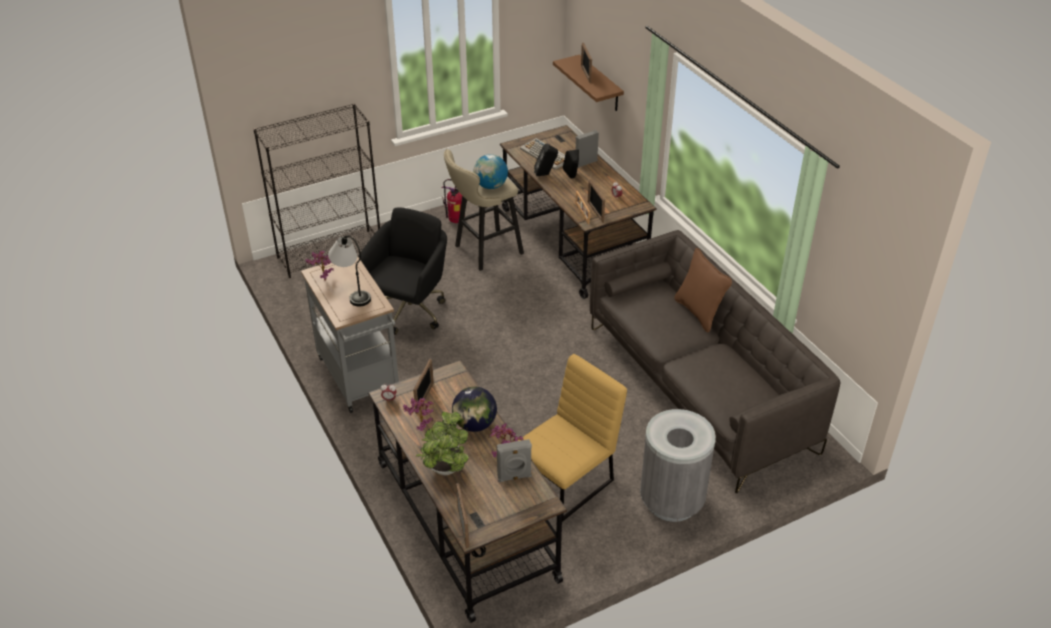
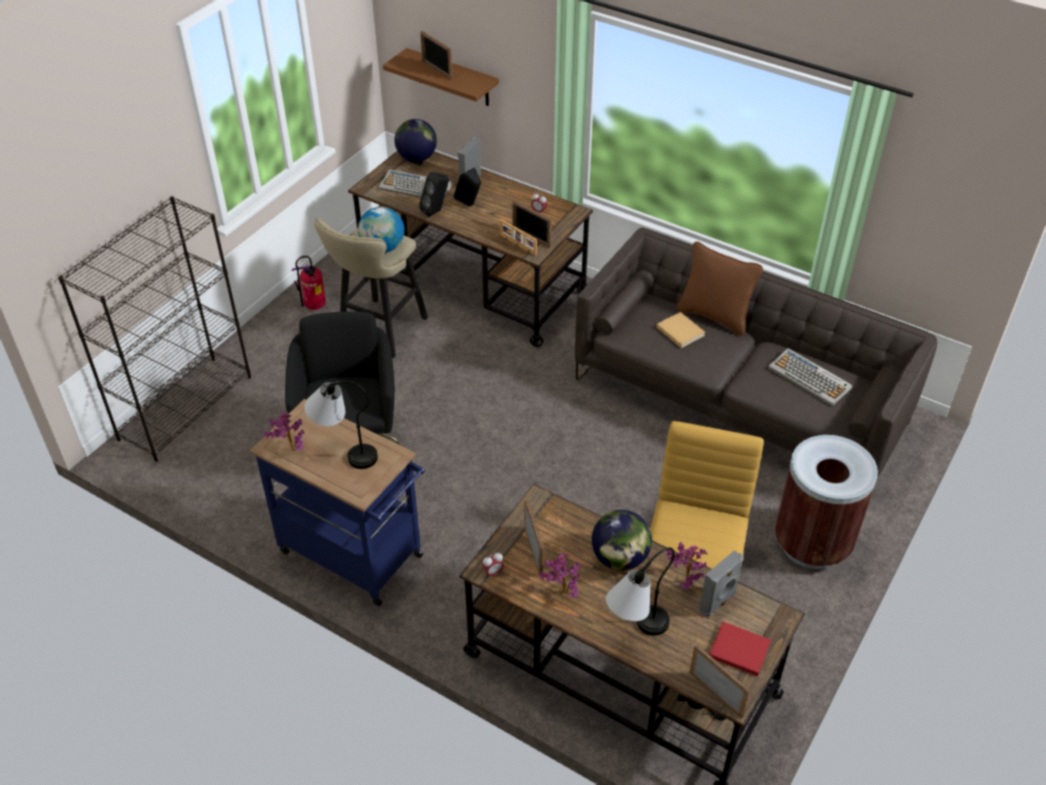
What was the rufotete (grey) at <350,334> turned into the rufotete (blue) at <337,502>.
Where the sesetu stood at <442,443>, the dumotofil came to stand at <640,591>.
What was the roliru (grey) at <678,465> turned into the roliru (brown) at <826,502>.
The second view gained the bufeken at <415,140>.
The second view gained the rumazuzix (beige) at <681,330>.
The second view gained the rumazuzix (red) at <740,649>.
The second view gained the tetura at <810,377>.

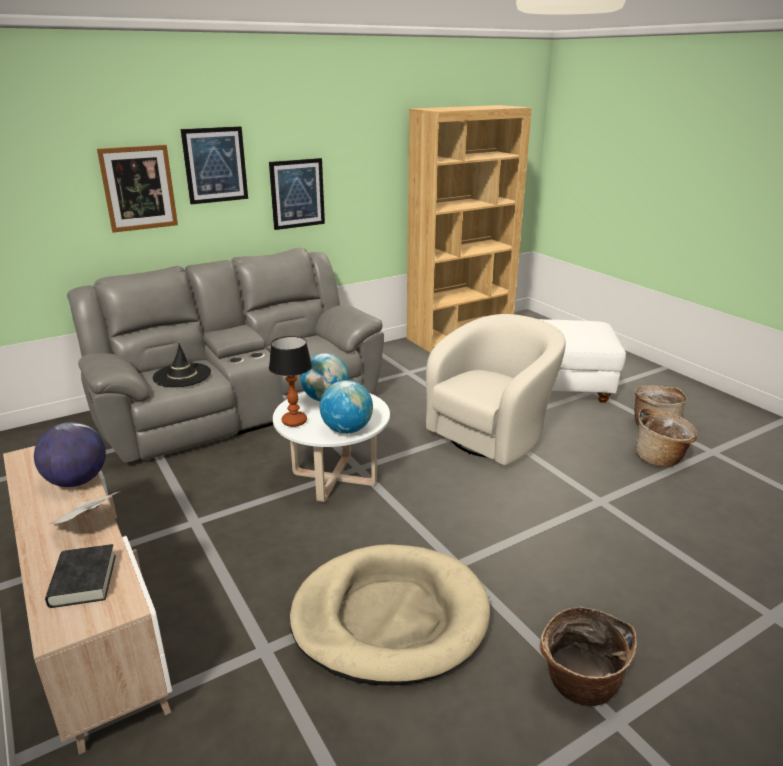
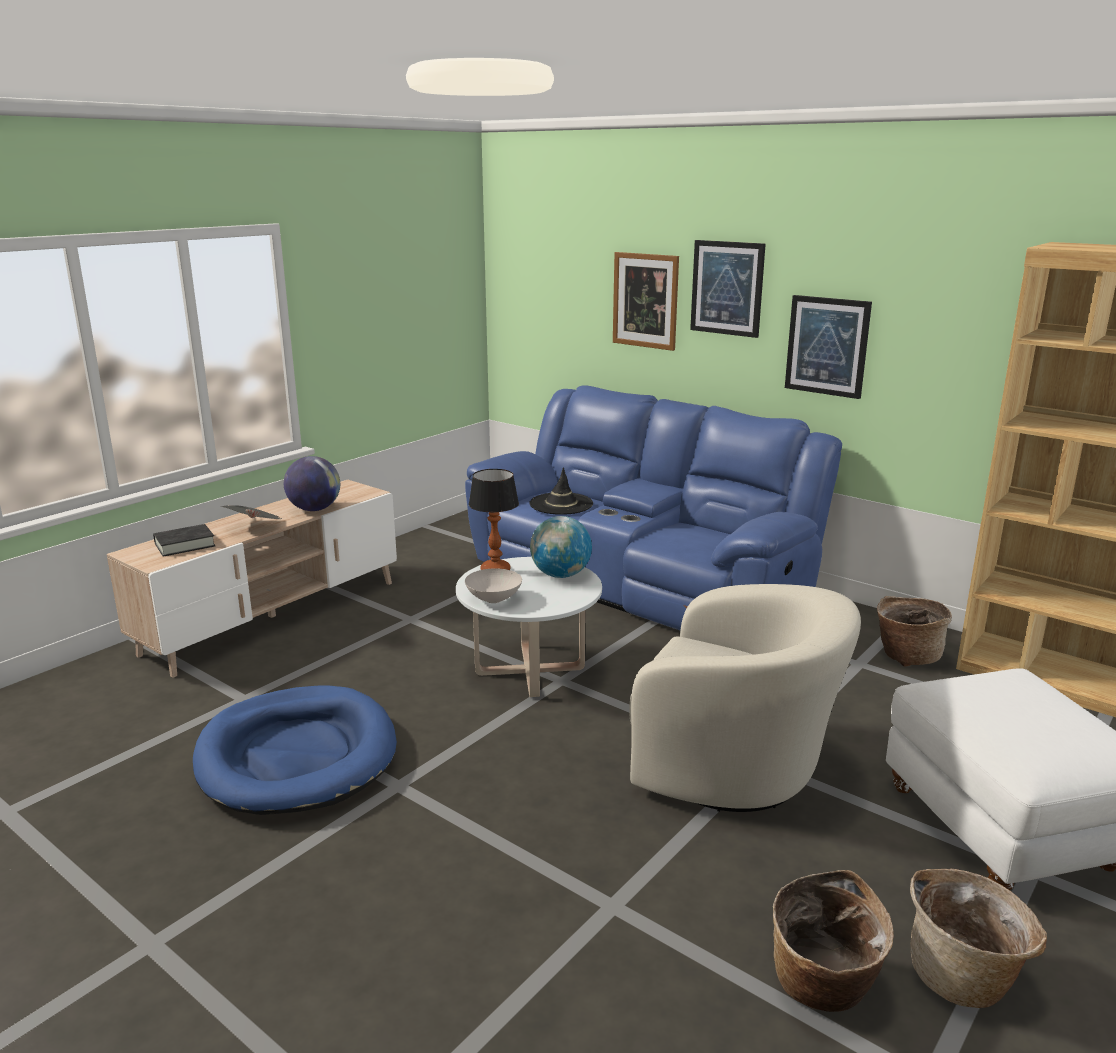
What was the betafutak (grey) at <225,355> turned into the betafutak (blue) at <653,507>.
What was the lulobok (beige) at <390,615> turned into the lulobok (blue) at <295,750>.
Where the bufeken stood at <346,407>, the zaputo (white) came to stand at <493,585>.
The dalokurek ended up elsewhere, having gone from <588,656> to <914,631>.

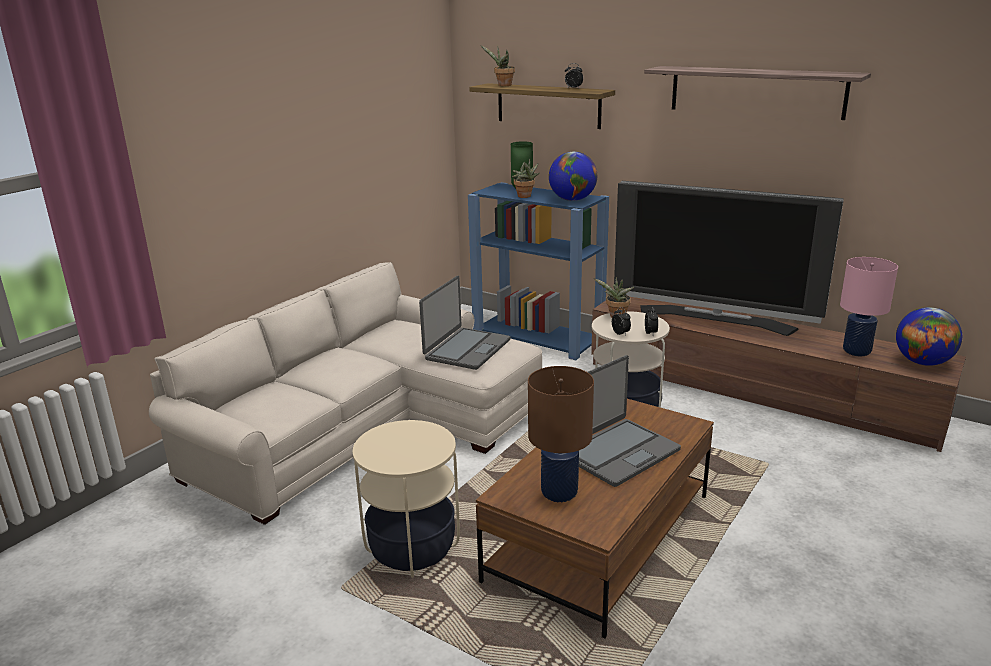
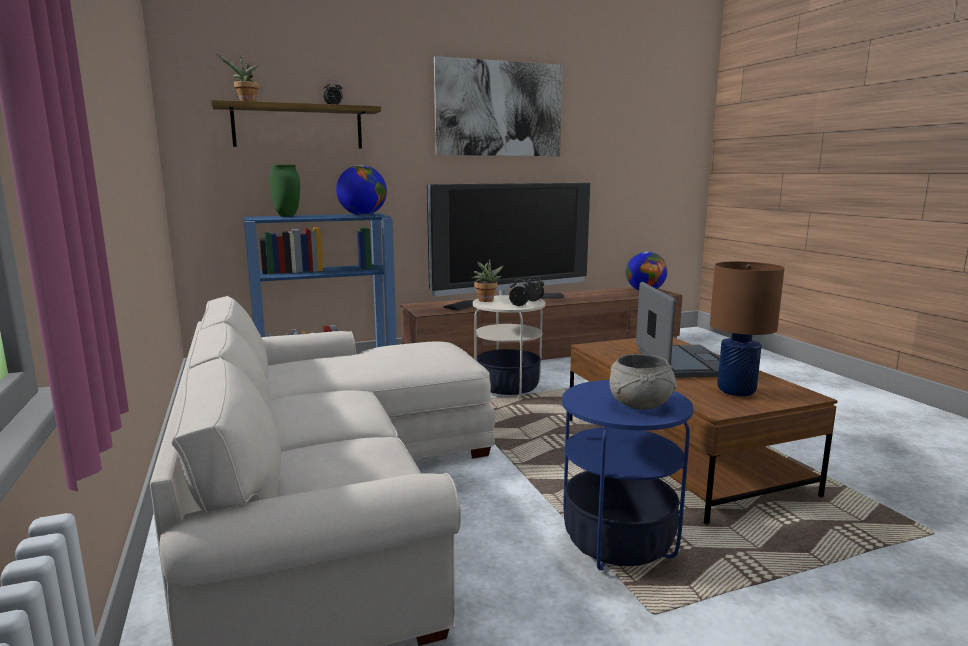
What was the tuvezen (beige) at <406,499> turned into the tuvezen (blue) at <627,475>.
The second view lost the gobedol at <464,323>.
The second view lost the sesetu at <525,178>.
Where the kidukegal hung at <757,93>, the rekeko came to hang at <498,106>.
The second view lost the dumotofil (pink) at <869,306>.
The second view gained the zaputo (grey) at <643,382>.

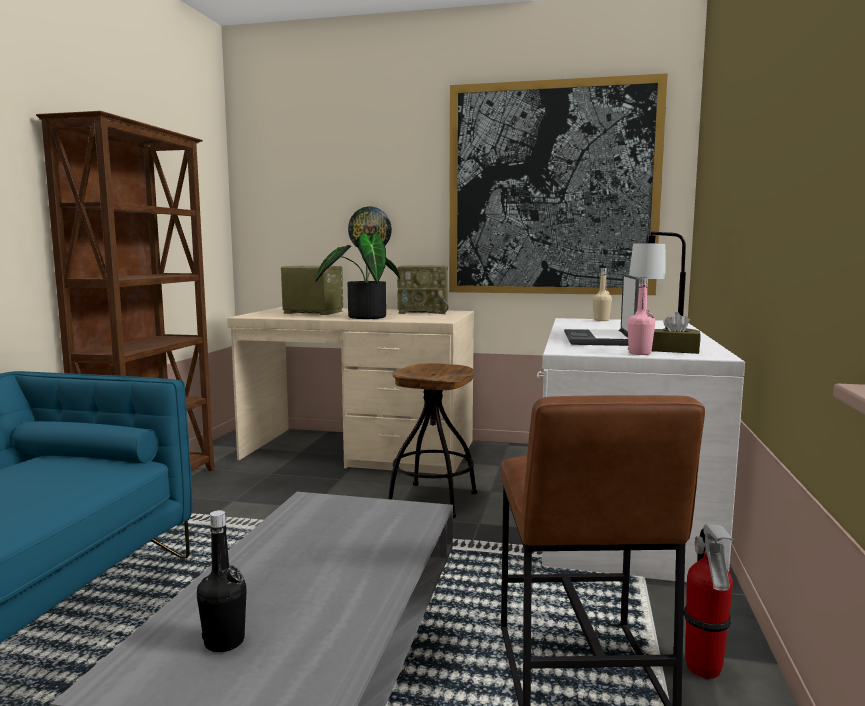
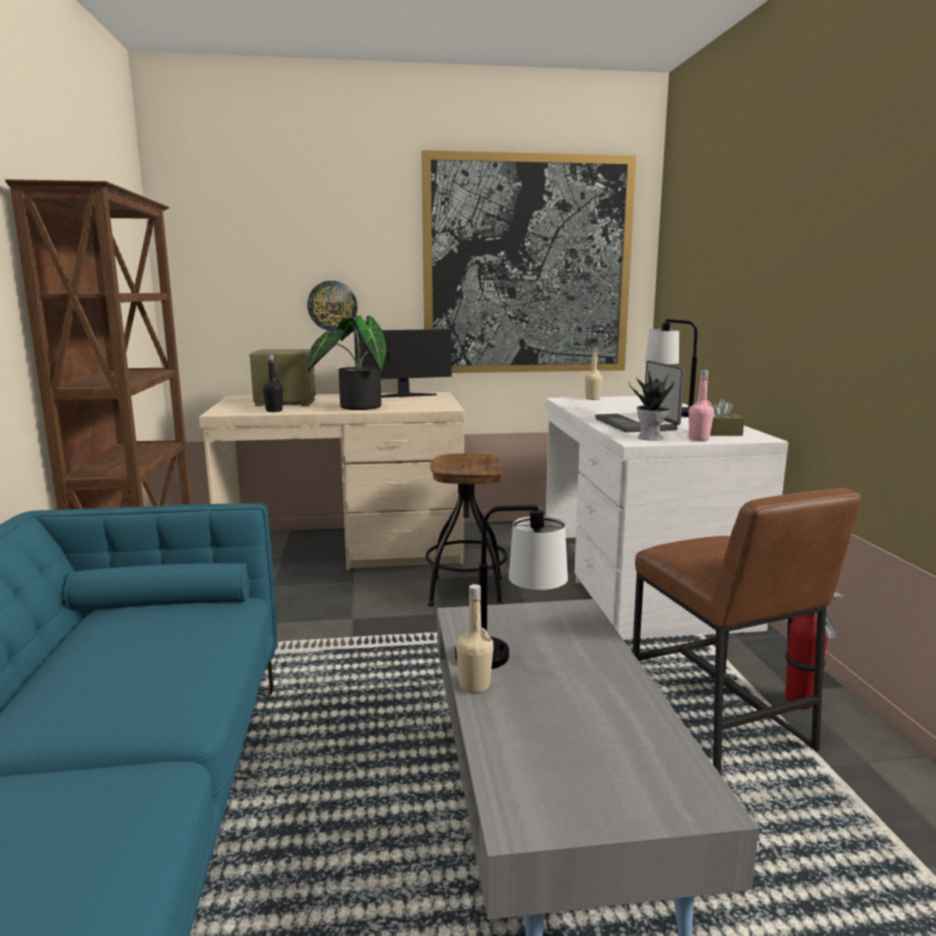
The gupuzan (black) ended up elsewhere, having gone from <222,581> to <273,383>.
Where the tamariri stood at <423,289>, the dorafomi came to stand at <403,363>.
The second view gained the dumotofil at <511,587>.
The second view gained the gupuzan (beige) at <475,638>.
The second view gained the sesetu at <652,405>.

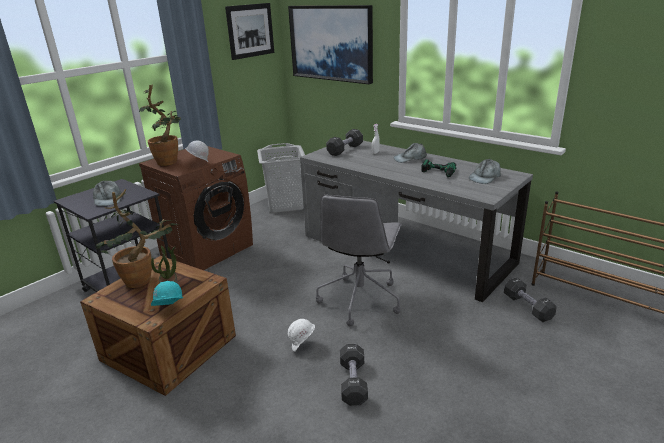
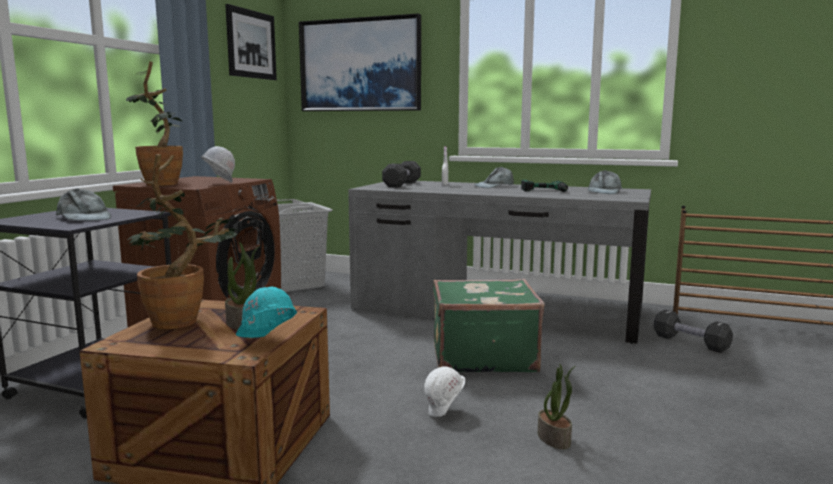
Where the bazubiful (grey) stood at <358,260>, the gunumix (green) came to stand at <489,325>.
Where the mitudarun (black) stood at <354,375>, the sesetu came to stand at <556,406>.

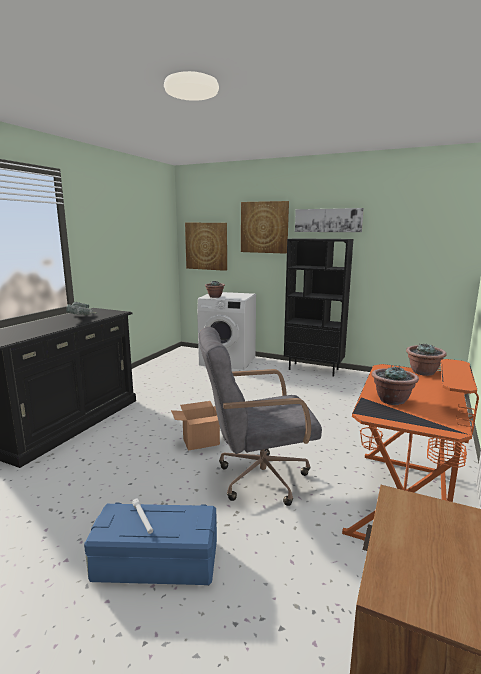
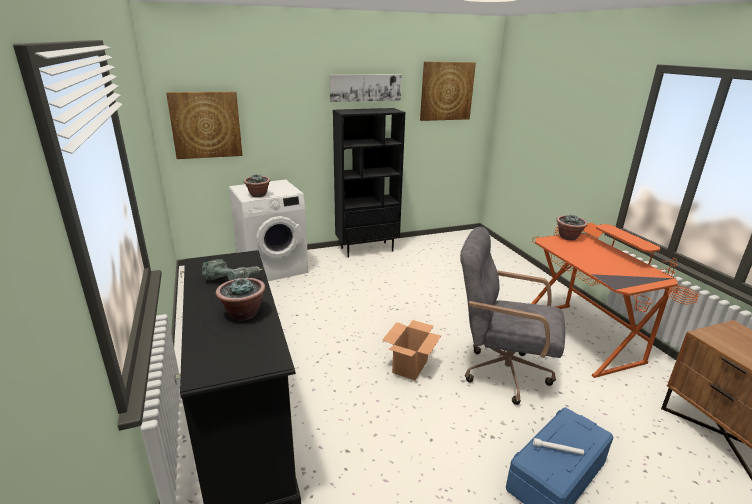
The bazubiful (grey) at <260,416> ended up facing another way, 75 degrees clockwise from before.
The rekeko ended up elsewhere, having gone from <265,227> to <448,91>.
The sesetu ended up elsewhere, having gone from <395,385> to <240,299>.

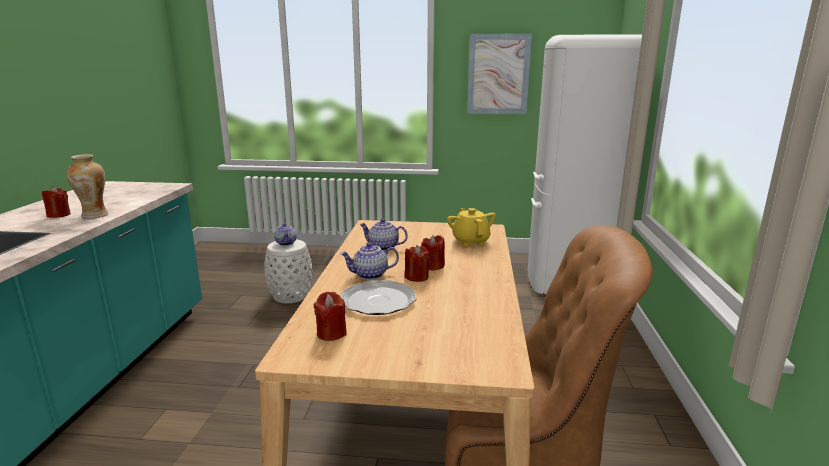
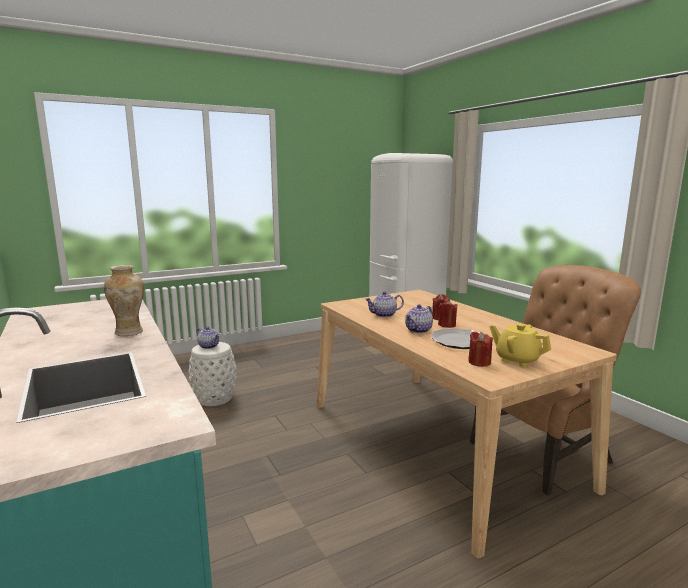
The second view lost the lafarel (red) at <56,202>.
The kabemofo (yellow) ended up elsewhere, having gone from <471,227> to <520,345>.
The second view lost the rekeko at <499,74>.

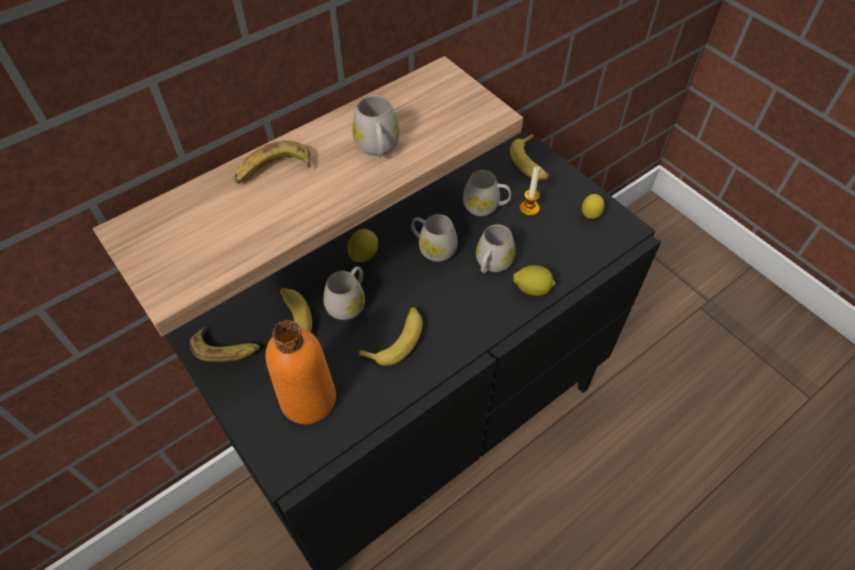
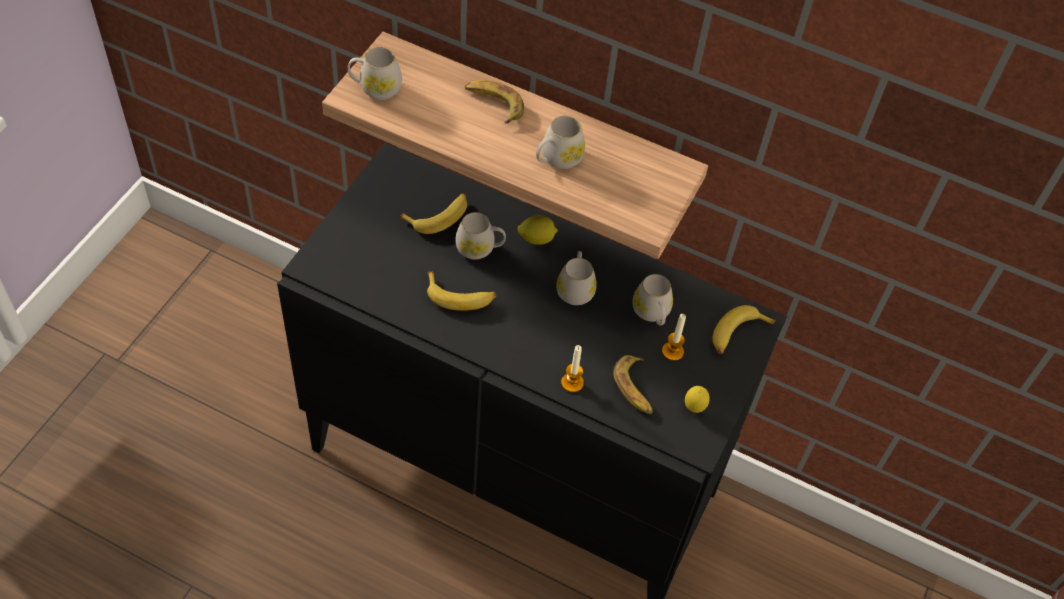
The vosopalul ended up elsewhere, having gone from <225,344> to <633,384>.
The second view lost the gupuzan (orange) at <301,372>.
The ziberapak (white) ended up elsewhere, having gone from <495,248> to <375,73>.
Where the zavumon stood at <534,280>, the lafarel came to stand at <572,368>.

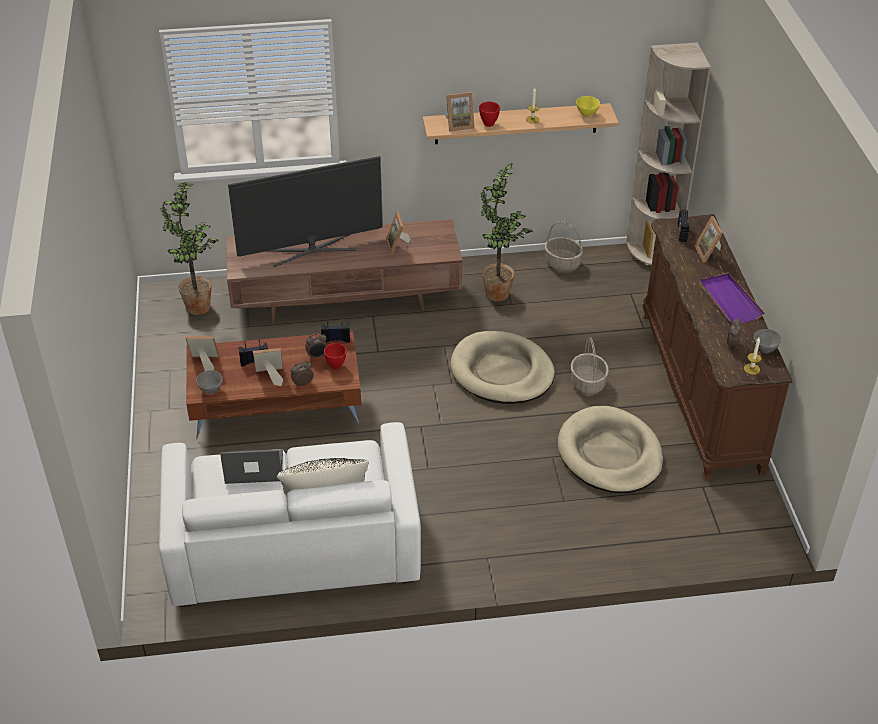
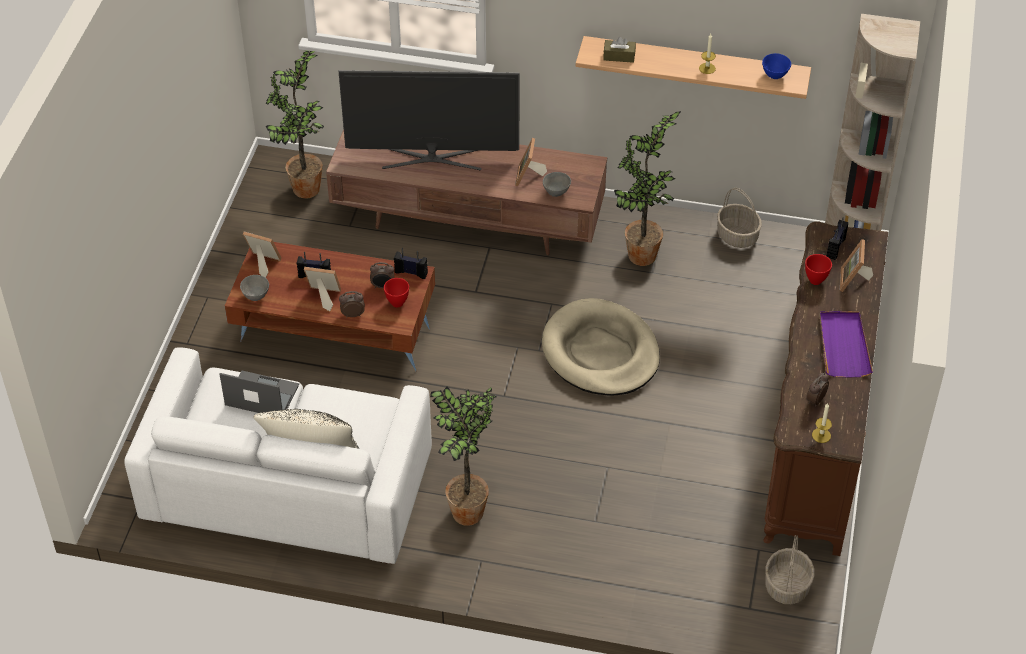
Where the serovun stood at <460,112>, the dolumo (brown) came to stand at <619,50>.
The zaputo (red) ended up elsewhere, having gone from <489,114> to <818,269>.
The second view lost the lulobok (beige) at <610,449>.
The dalokurek ended up elsewhere, having gone from <590,365> to <790,569>.
What was the zaputo (yellow) at <588,106> turned into the zaputo (blue) at <776,66>.
The zaputo (grey) ended up elsewhere, having gone from <768,341> to <557,184>.
The second view gained the sesetu at <463,456>.

